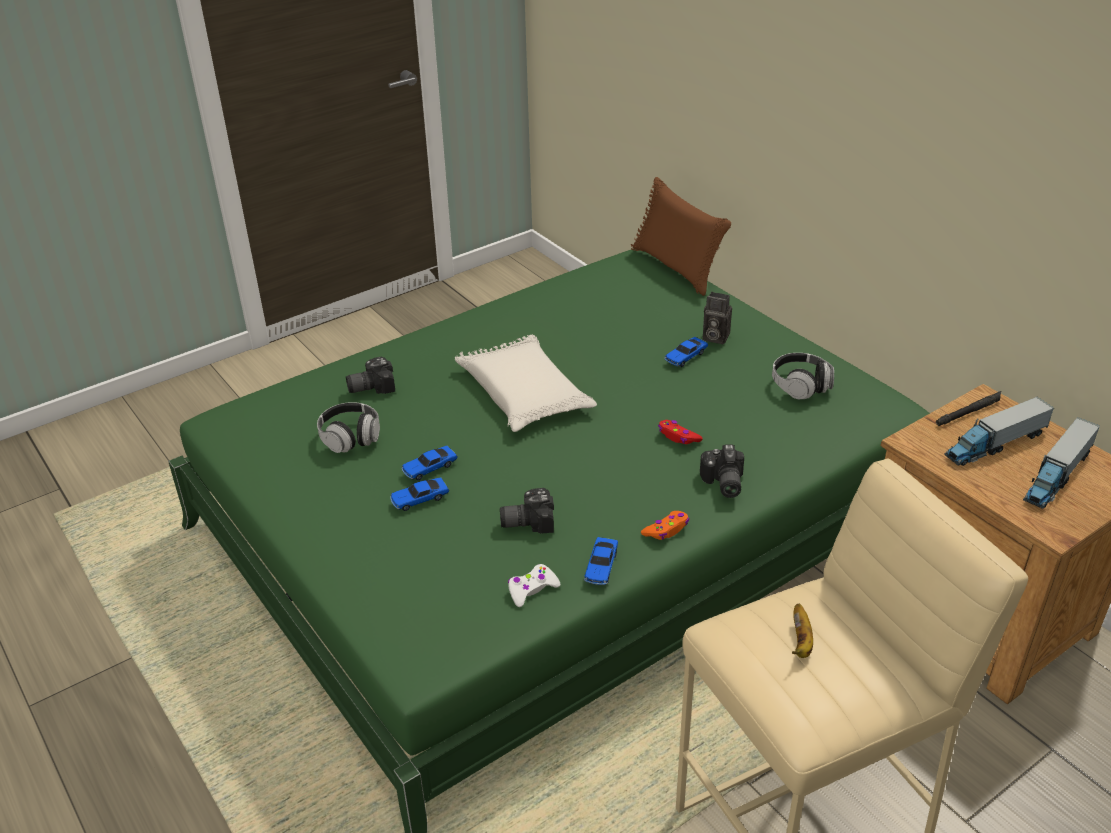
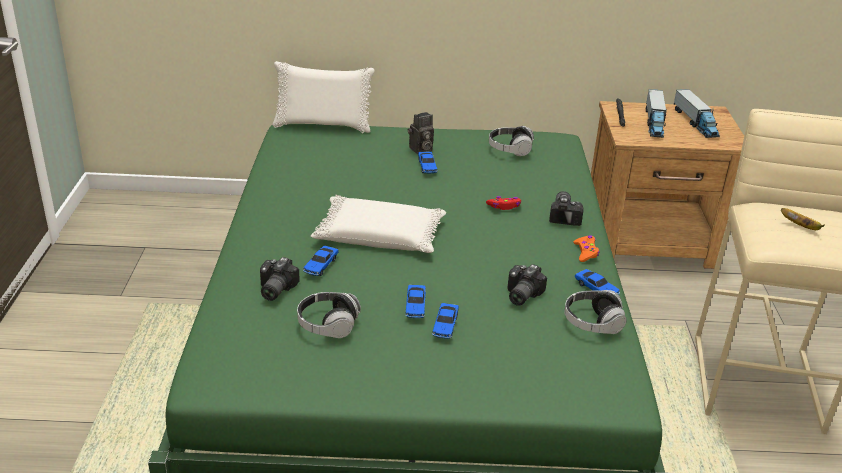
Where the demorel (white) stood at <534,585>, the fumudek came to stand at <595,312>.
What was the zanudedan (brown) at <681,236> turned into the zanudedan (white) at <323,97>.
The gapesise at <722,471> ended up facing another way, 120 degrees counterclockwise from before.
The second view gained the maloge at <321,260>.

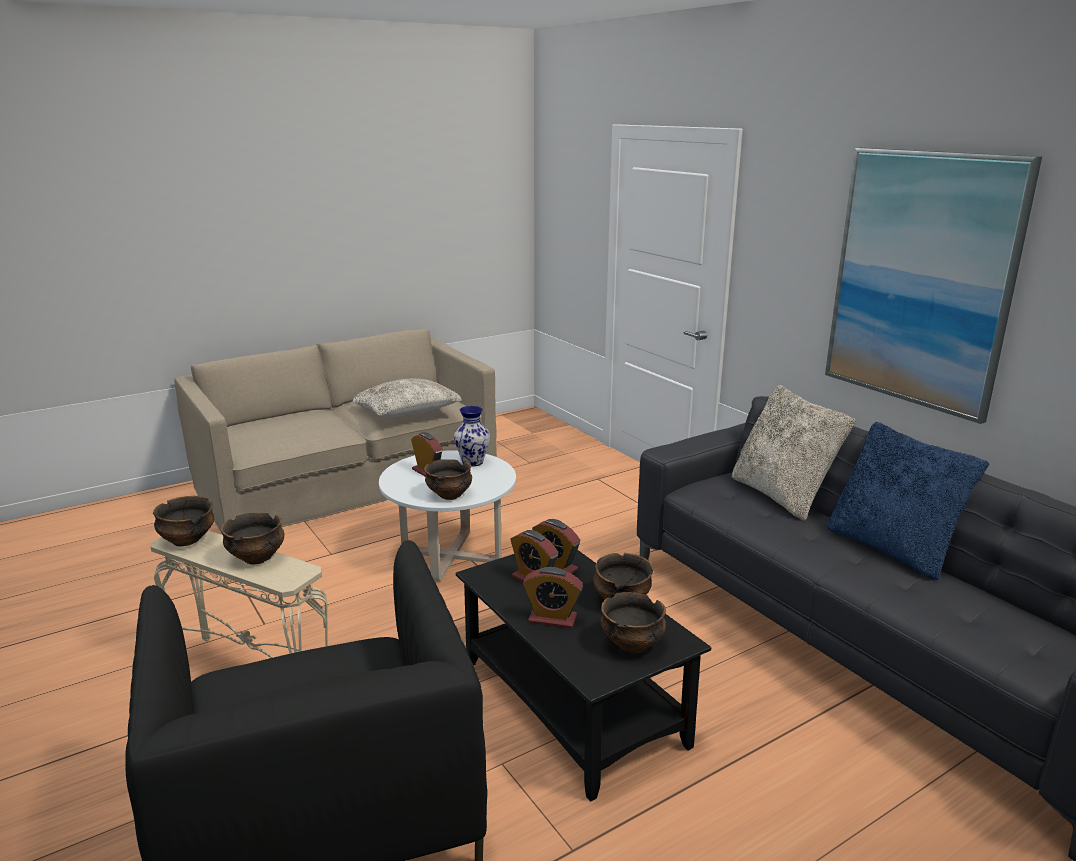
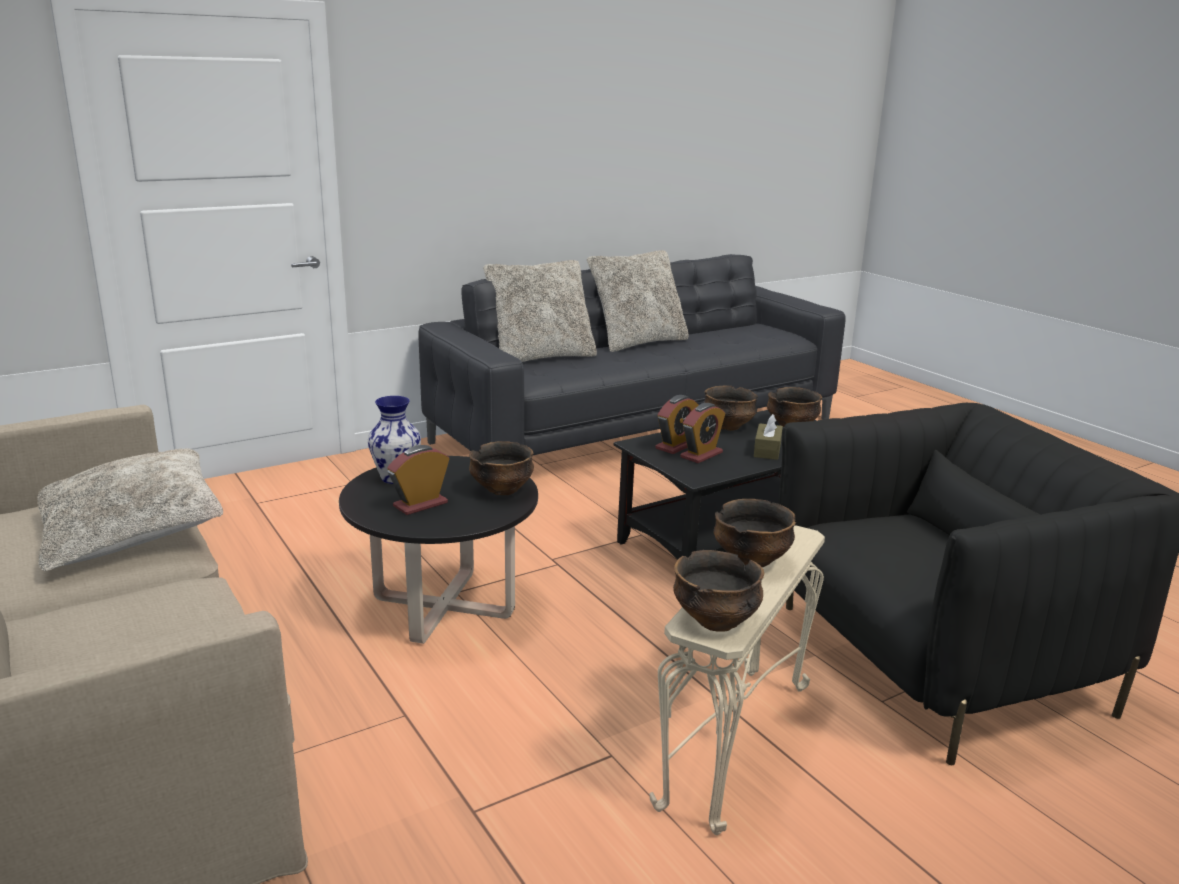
What was the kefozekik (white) at <447,515> turned into the kefozekik (black) at <438,550>.
Where the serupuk stood at <553,598>, the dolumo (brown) came to stand at <768,437>.
The second view lost the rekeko at <933,286>.
What was the zanudedan (blue) at <908,501> turned into the zanudedan (beige) at <637,301>.

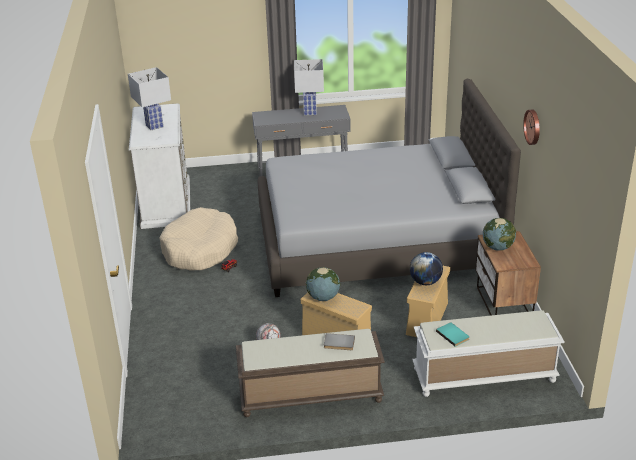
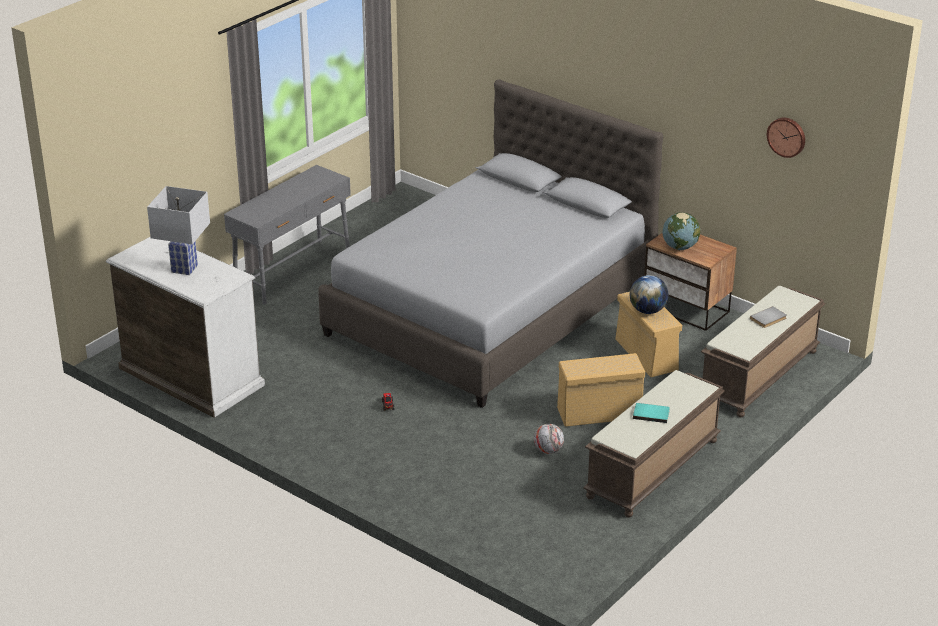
The second view lost the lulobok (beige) at <198,239>.
The second view lost the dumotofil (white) at <309,87>.
The second view lost the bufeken at <323,284>.
The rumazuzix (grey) ended up elsewhere, having gone from <339,341> to <768,317>.
What was the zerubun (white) at <488,353> turned into the zerubun (brown) at <763,351>.
The rumazuzix (turquoise) ended up elsewhere, having gone from <452,334> to <651,413>.
The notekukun ended up elsewhere, having gone from <531,127> to <786,138>.

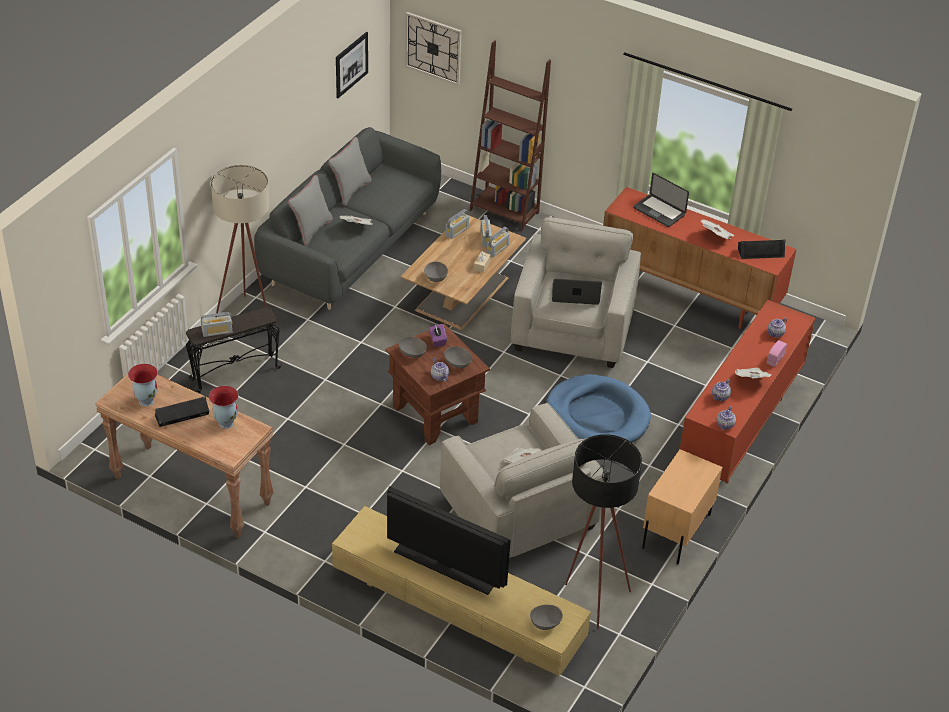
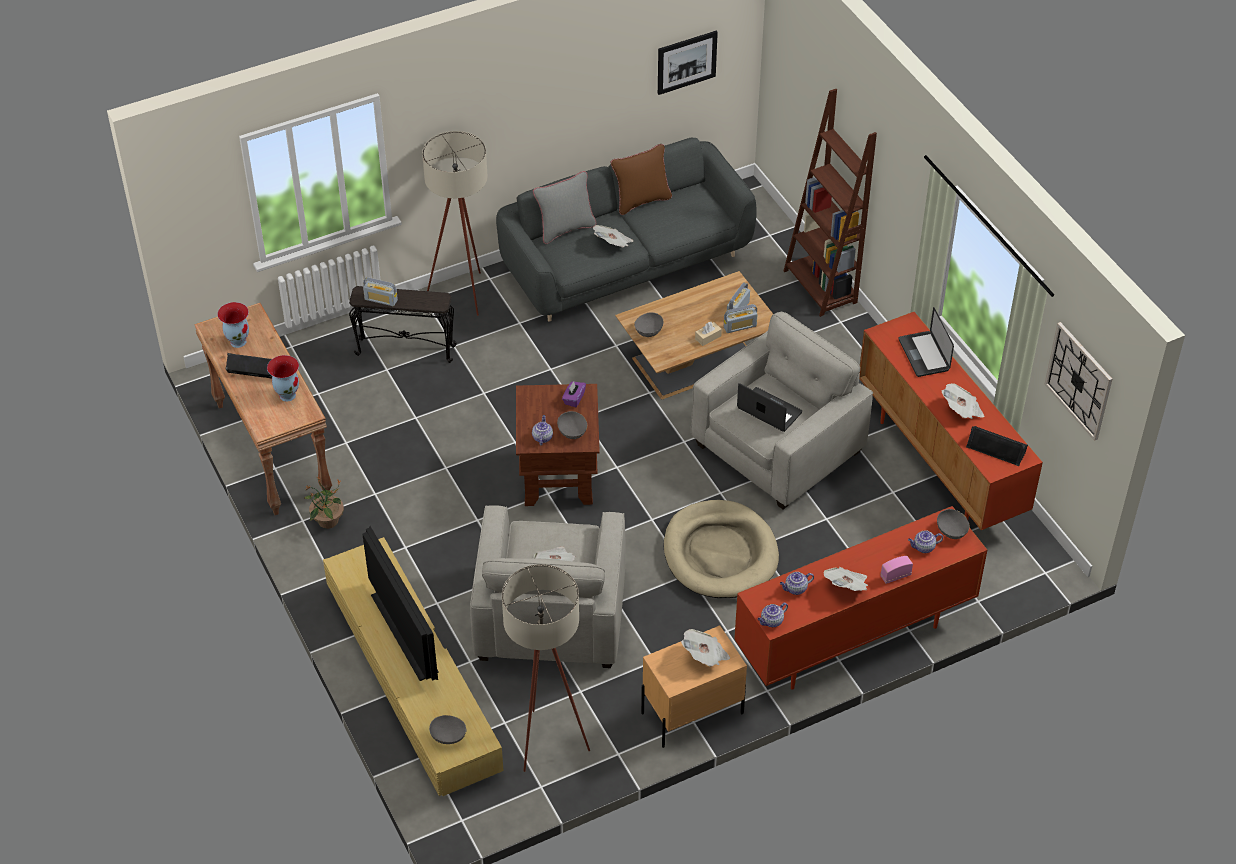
What was the zanudedan (grey) at <349,171> turned into the zanudedan (brown) at <641,179>.
The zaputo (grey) ended up elsewhere, having gone from <413,347> to <953,524>.
The notekukun ended up elsewhere, having gone from <433,49> to <1078,381>.
The second view lost the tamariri at <457,224>.
What was the lulobok (blue) at <598,409> turned into the lulobok (beige) at <721,549>.
What was the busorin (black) at <603,532> turned into the busorin (beige) at <546,668>.
The second view gained the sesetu at <324,503>.
The second view gained the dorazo at <705,648>.

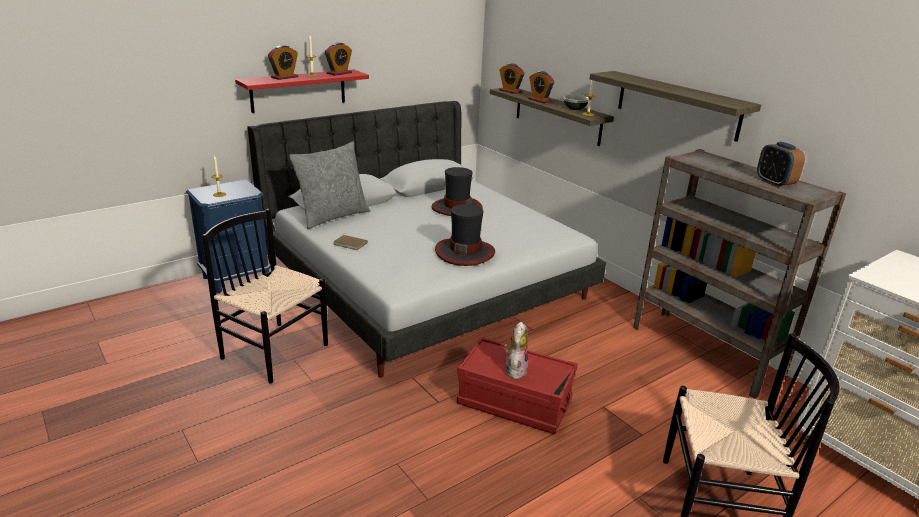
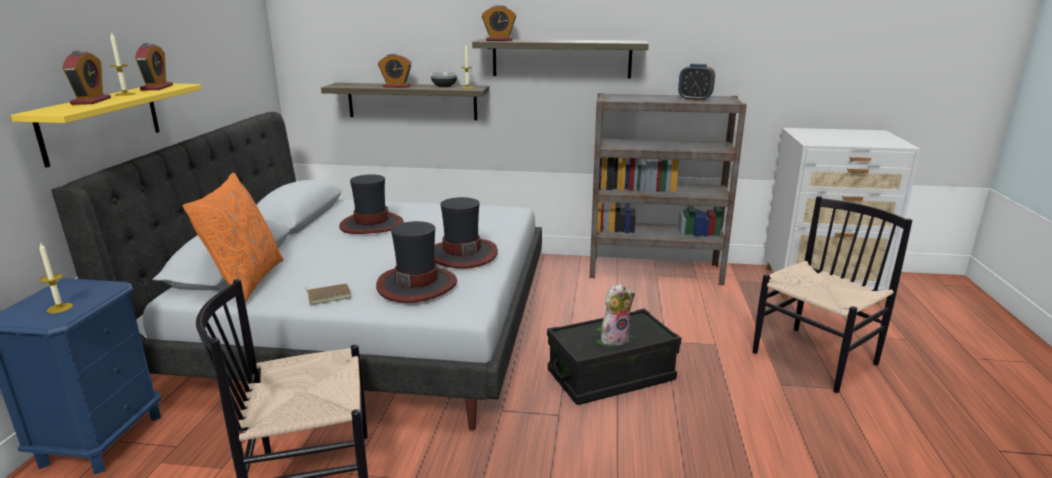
What was the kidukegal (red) at <302,91> turned into the kidukegal (yellow) at <106,126>.
What was the zanudedan (grey) at <329,185> turned into the zanudedan (orange) at <233,237>.
What was the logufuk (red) at <517,385> turned into the logufuk (black) at <614,356>.
The serupuk ended up elsewhere, having gone from <512,78> to <499,23>.
The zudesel at <516,350> ended up facing another way, 90 degrees clockwise from before.
The second view gained the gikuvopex at <416,262>.

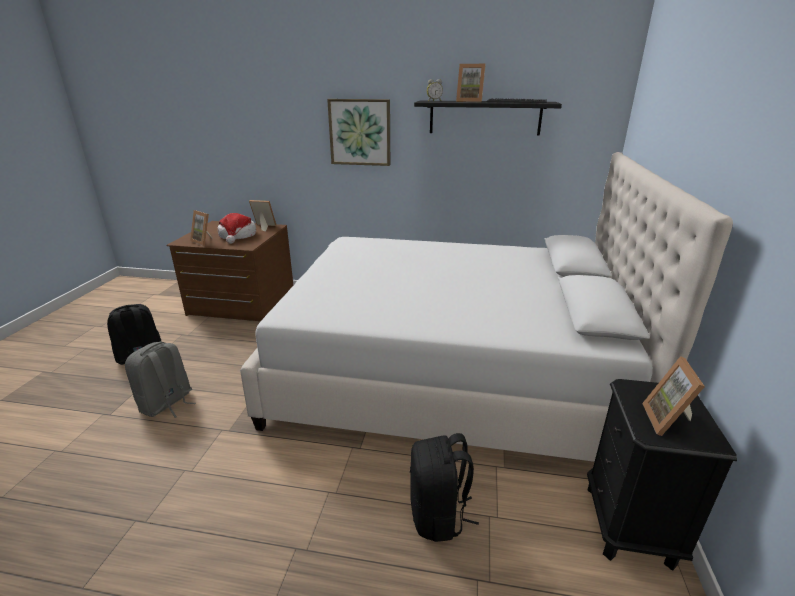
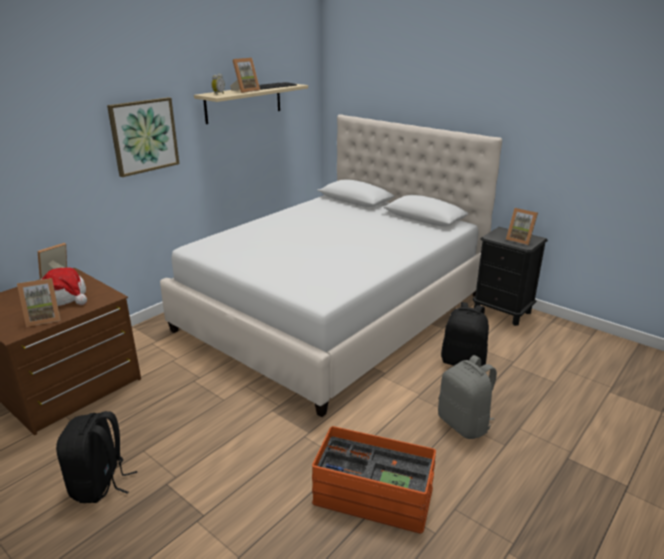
The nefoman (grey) ended up elsewhere, having gone from <160,380> to <467,397>.
What was the kidukegal (black) at <488,118> turned into the kidukegal (beige) at <251,104>.
The second view gained the logufuk (orange) at <374,479>.

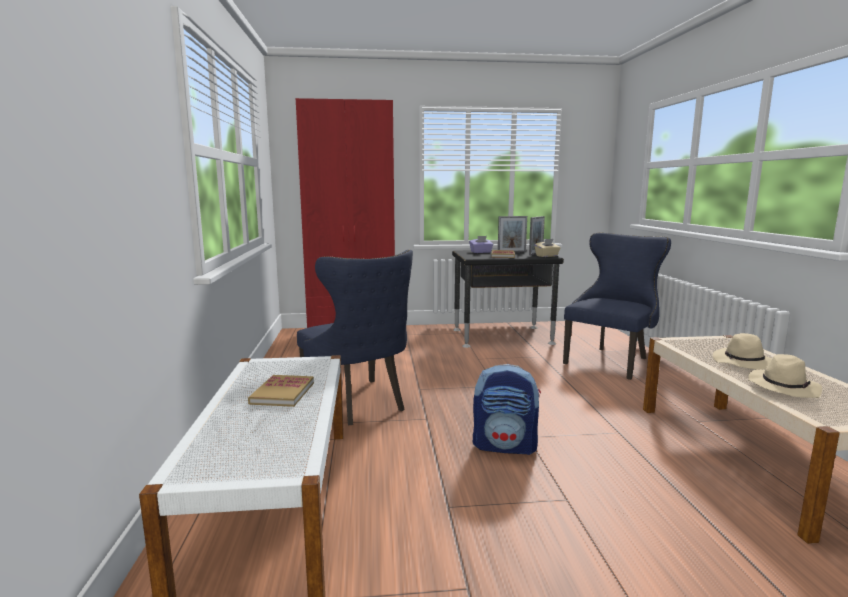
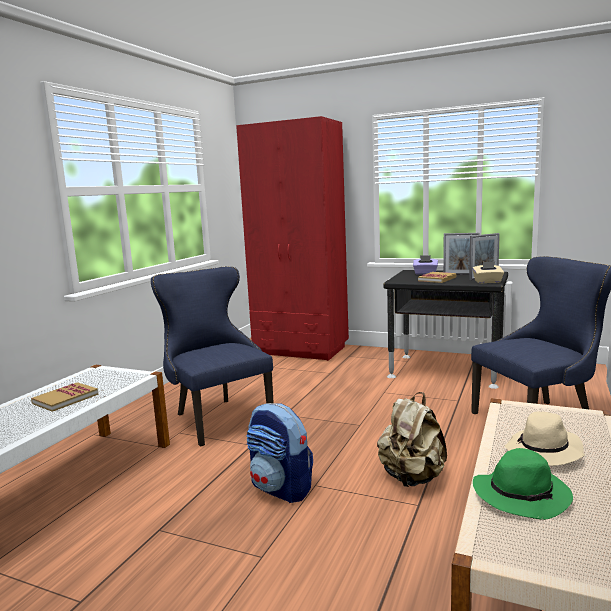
The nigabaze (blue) at <355,337> ended up facing another way, 150 degrees clockwise from before.
What was the gikuvopex (beige) at <785,376> turned into the gikuvopex (green) at <523,484>.
The second view gained the nefoman (beige) at <412,439>.

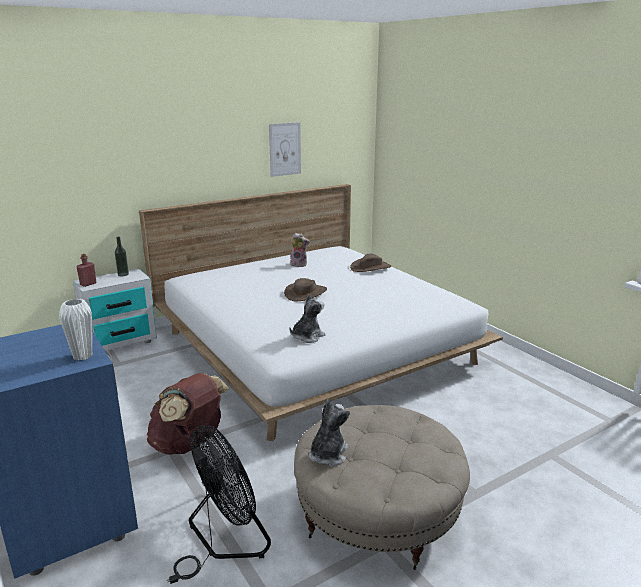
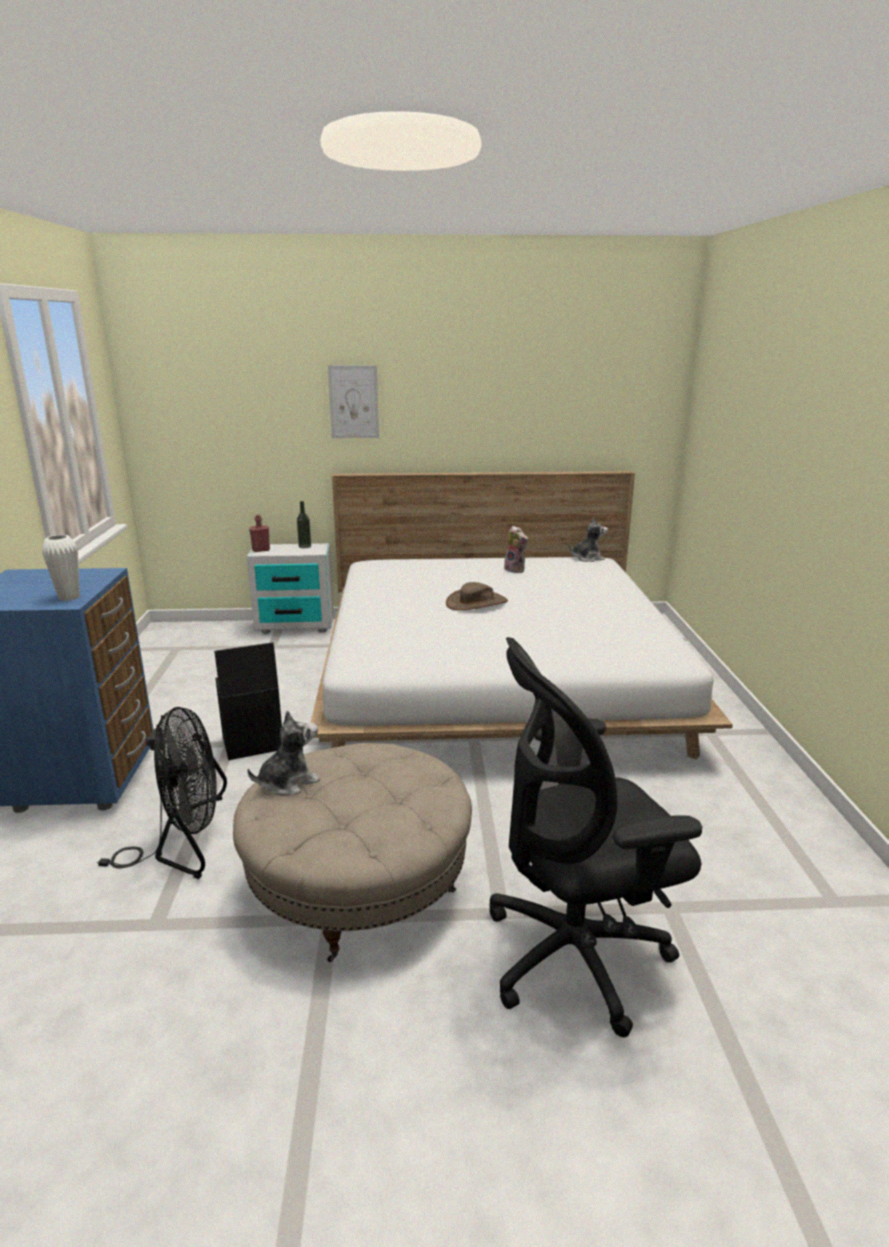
Where the nefoman (brown) stood at <188,414>, the logufuk (black) came to stand at <248,701>.
The rekeko ended up elsewhere, having gone from <285,149> to <353,401>.
The zudesel ended up elsewhere, having gone from <307,318> to <588,539>.
The second view lost the gikuvopex (brown) at <370,262>.
The second view gained the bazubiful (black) at <596,837>.

